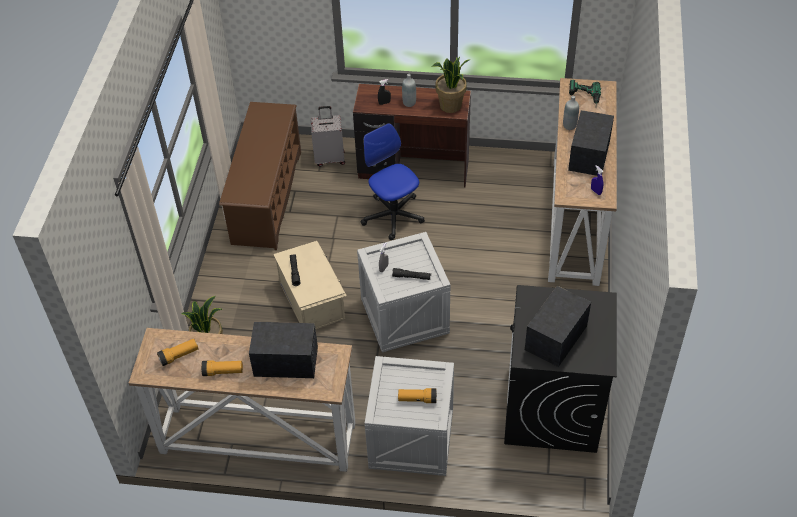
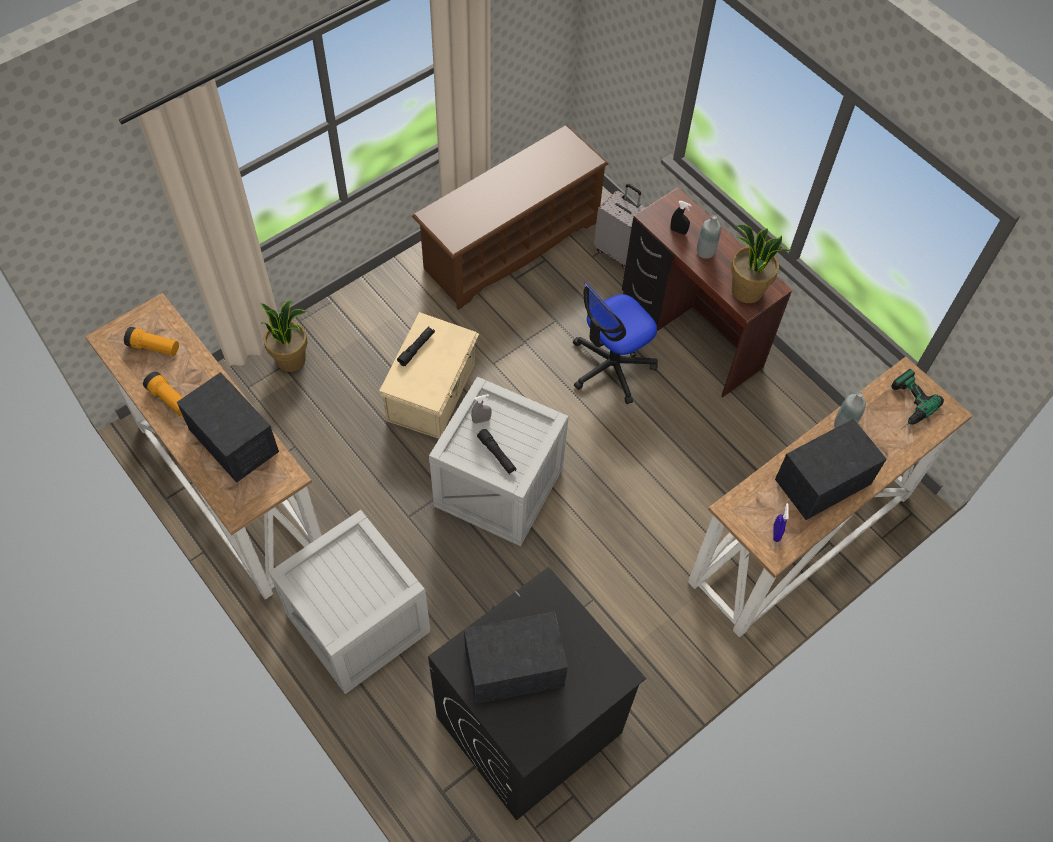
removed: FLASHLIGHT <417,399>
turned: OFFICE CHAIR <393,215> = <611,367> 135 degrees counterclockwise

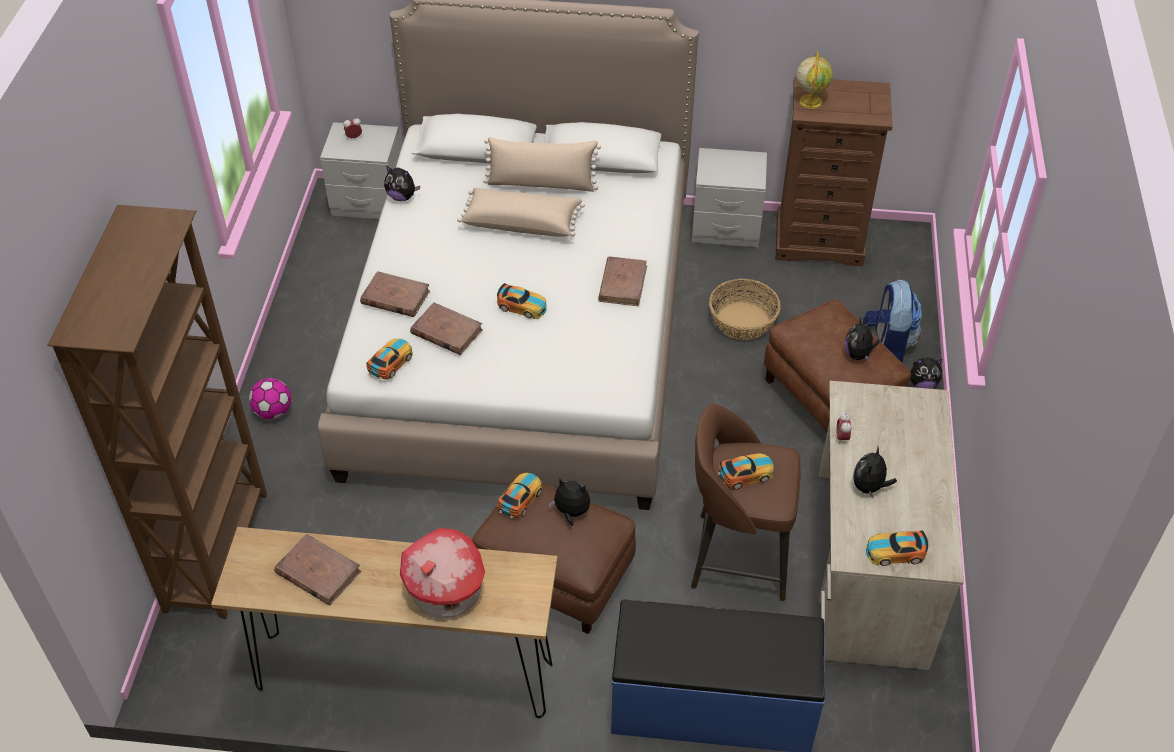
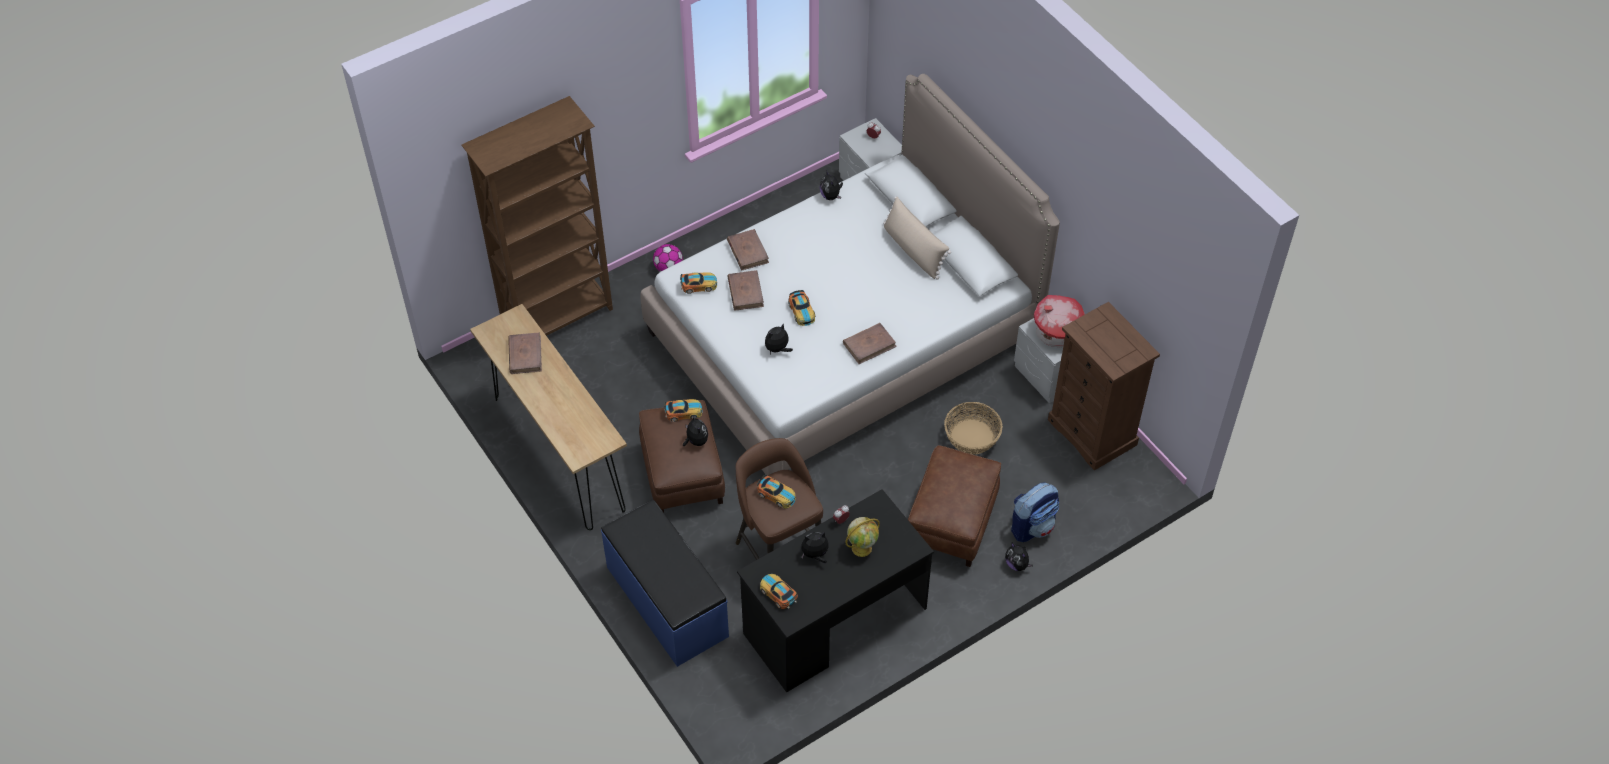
removed: BEIGE-COLOURED CUSHION <522,222>
moved: CUDDLY TOY <858,354> to <777,349>; GLOBE <810,101> to <862,547>; MODEL HOUSE <446,593> to <1056,333>
recoloured: BEIGE-COLOURED DESK UNIT <870,567> to BLACK-COLOURED DESK UNIT <834,621>

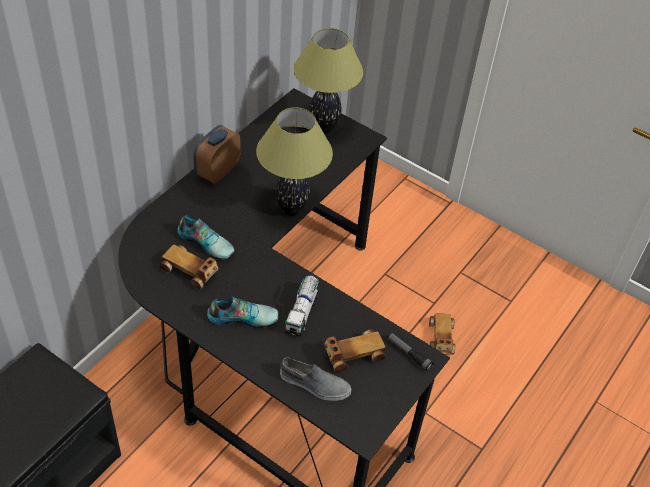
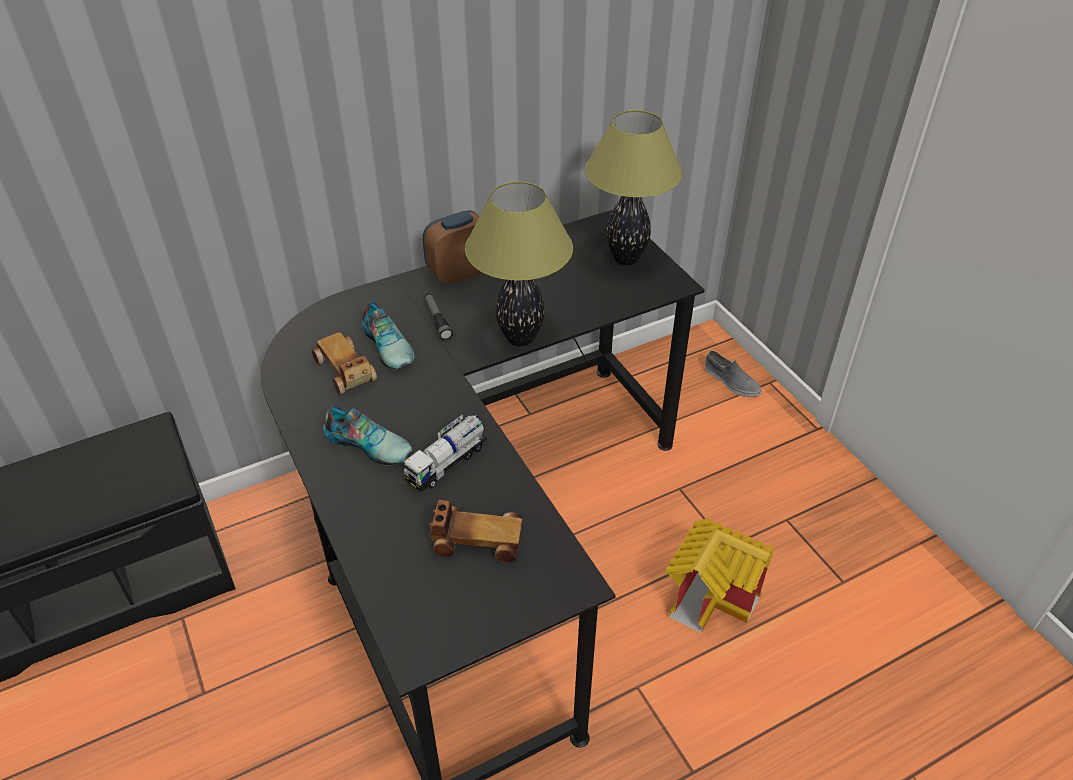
moved: FLASHLIGHT <408,353> to <437,320>; GREY ITEM OF FOOTWEAR <314,384> to <731,381>
replaced: MODEL CAR <441,338> to MODEL HOUSE <712,596>

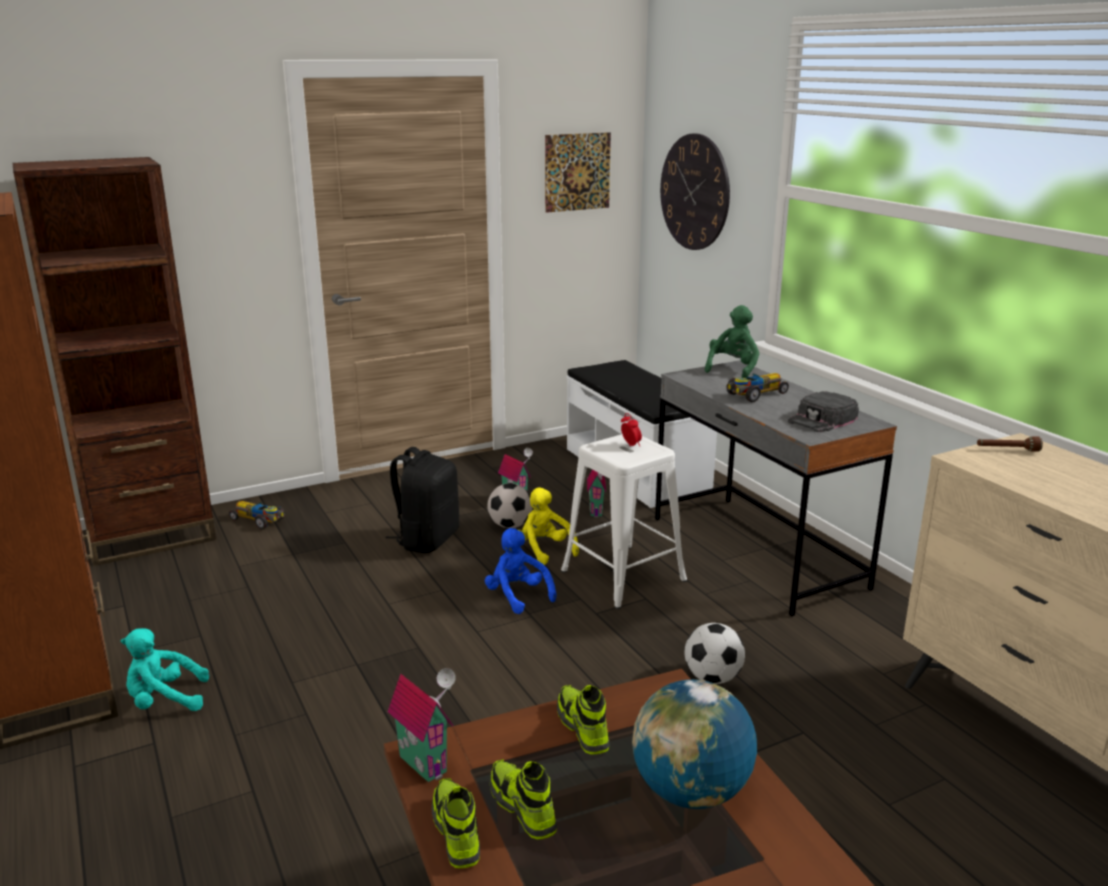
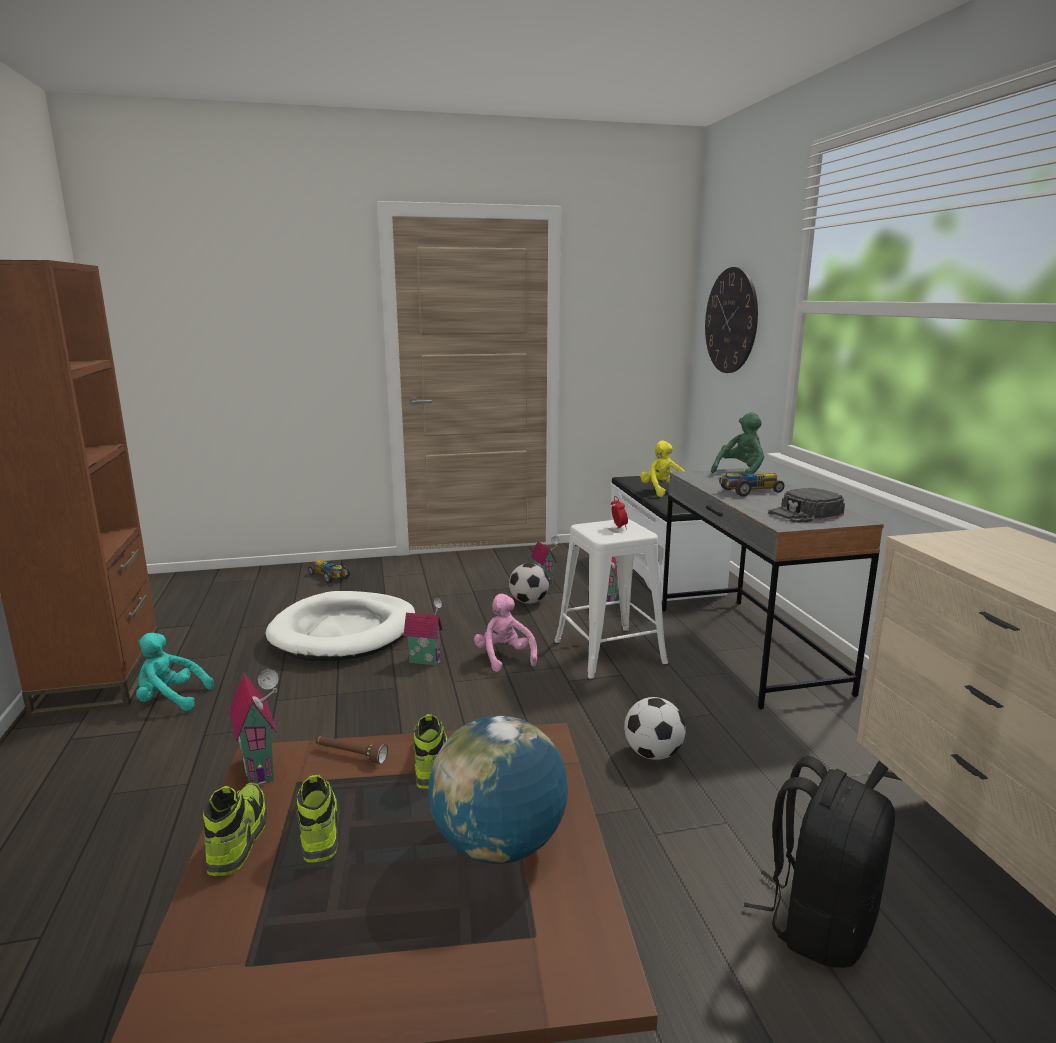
removed: BROWN BOOKSHELF <151,536>; PICTURE <577,172>
added: WHITISH PET BED <344,632>; MODEL HOUSE <425,660>
moved: BROWN FLASHLIGHT <1007,450> to <350,755>; YELLOW CUDDLY TOY <544,550> to <663,492>; BLACK-COLOURED BACKPACK <427,539> to <818,922>
recoloured: BLUISH CUDDLY TOY <517,596> to PINK CUDDLY TOY <504,657>

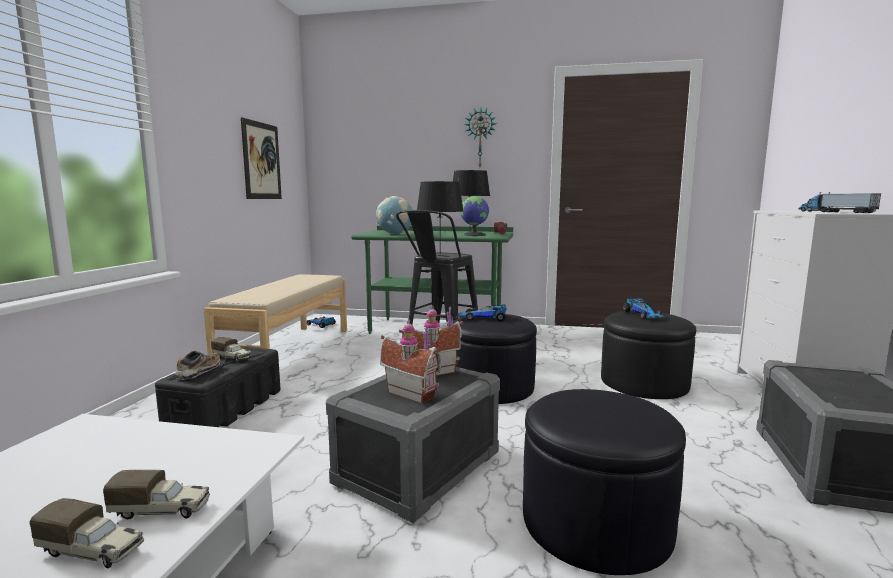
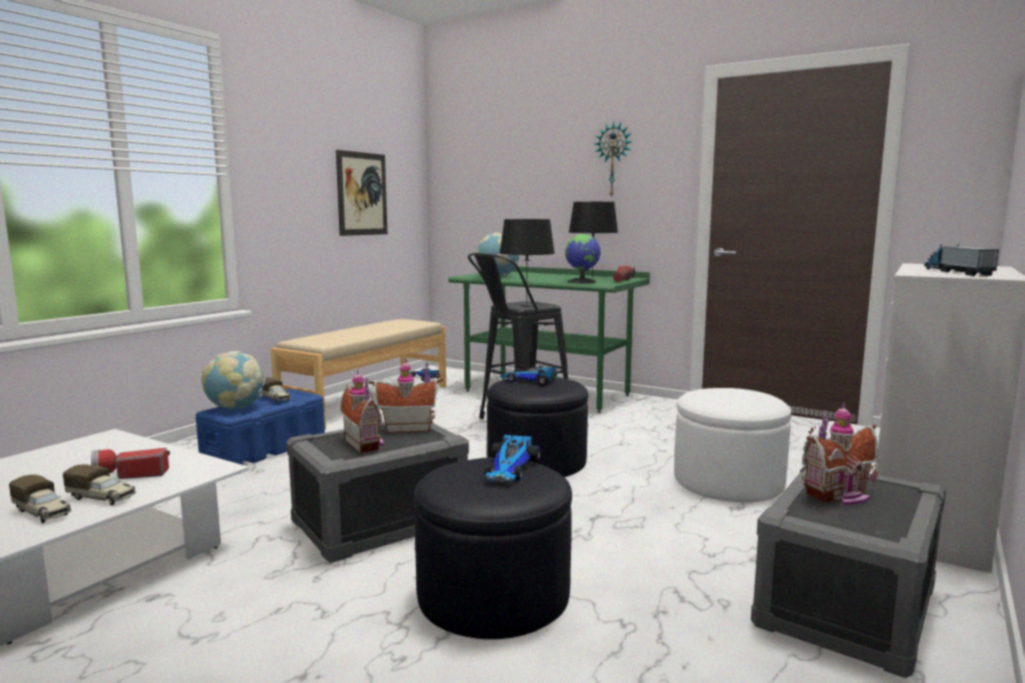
added: FLASHLIGHT <130,473>; MODEL HOUSE <841,496>
moved: MODEL CAR <644,314> to <510,469>
replaced: ITEM OF FOOTWEAR <198,372> to GLOBE <235,408>
recoloured: BLACK-COLOURED STORAGE CONTAINER <226,409> to BLUISH STORAGE CONTAINER <265,448>; BLACK-COLOURED POUFFE <644,383> to WHITISH POUFFE <728,481>

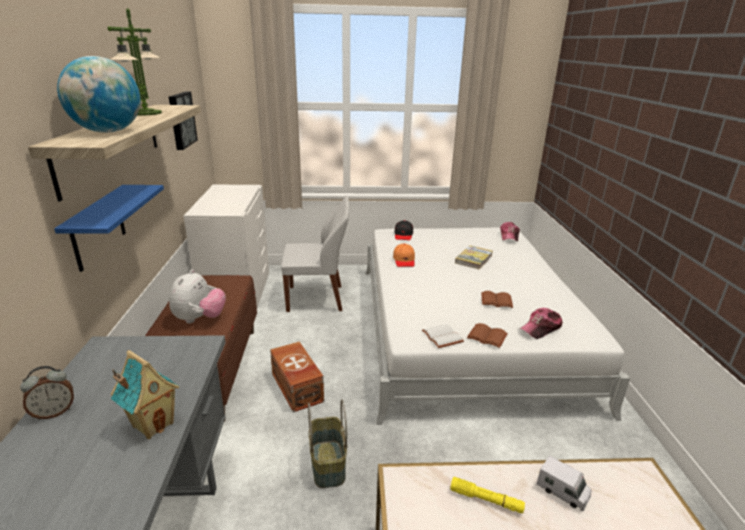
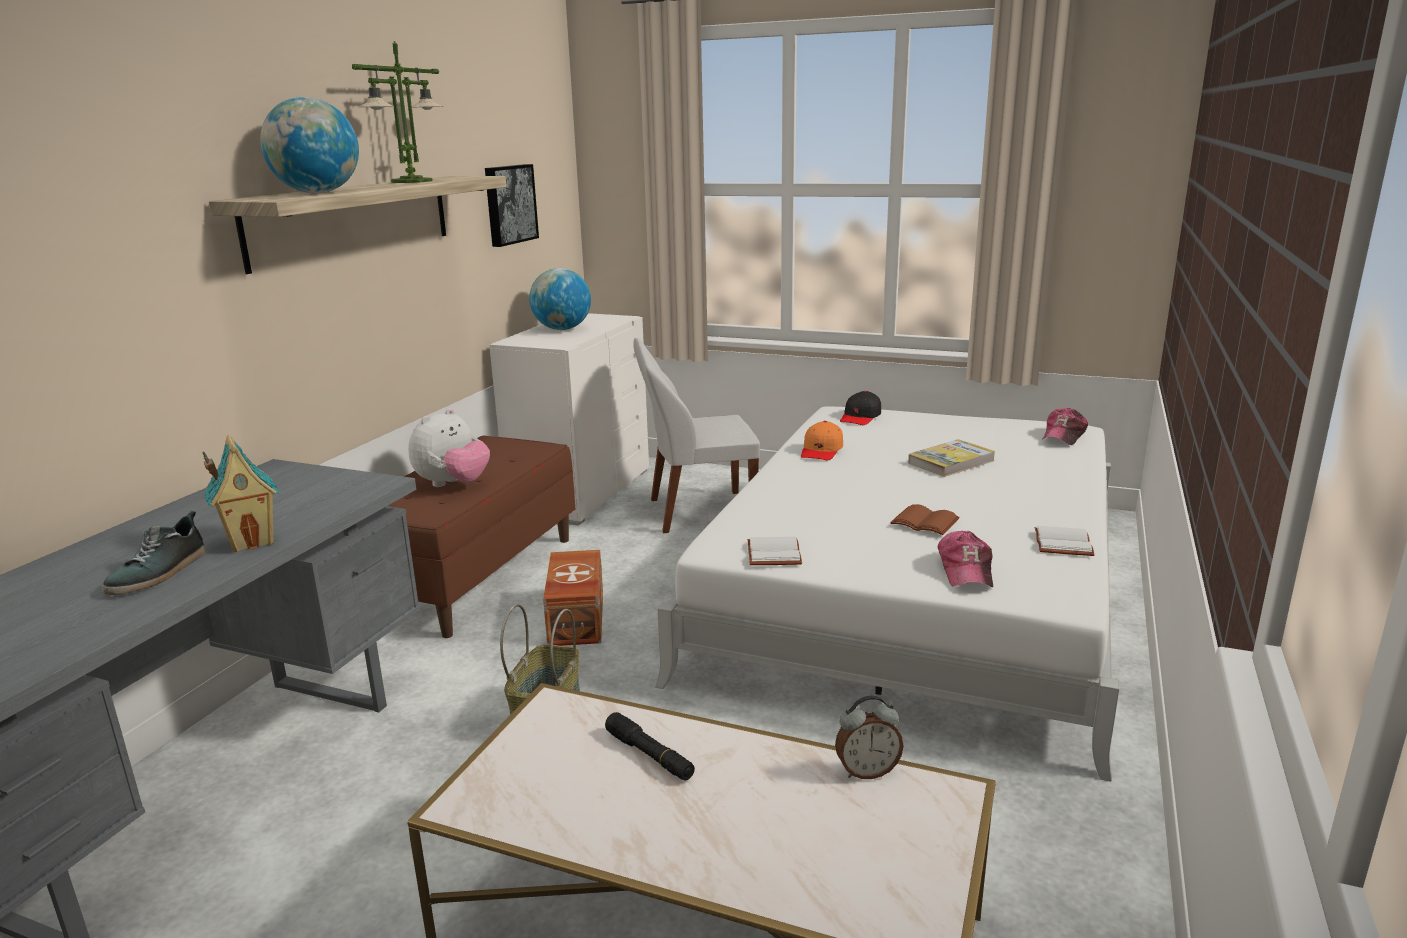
removed: BLUISH WALL SHELF <98,227>; BROWN VOLUME <486,337>; MODEL TRUCK <562,492>
added: ITEM OF FOOTWEAR <159,573>; GLOBE <562,329>; WHITISH VOLUME <1065,544>
moved: BEDSIDE CLOCK <54,412> to <867,771>
recoloured: YELLOW FLASHLIGHT <486,500> to BLACK-COLOURED FLASHLIGHT <649,755>
turned: WHITISH UPRIGHT CHAIR <317,299> = <698,512> 150 degrees clockwise; PEAKED CAP <541,328> = <966,570> 75 degrees counterclockwise

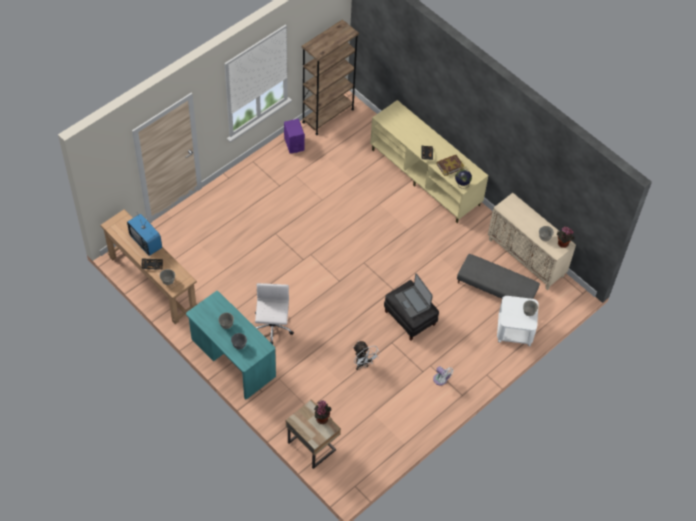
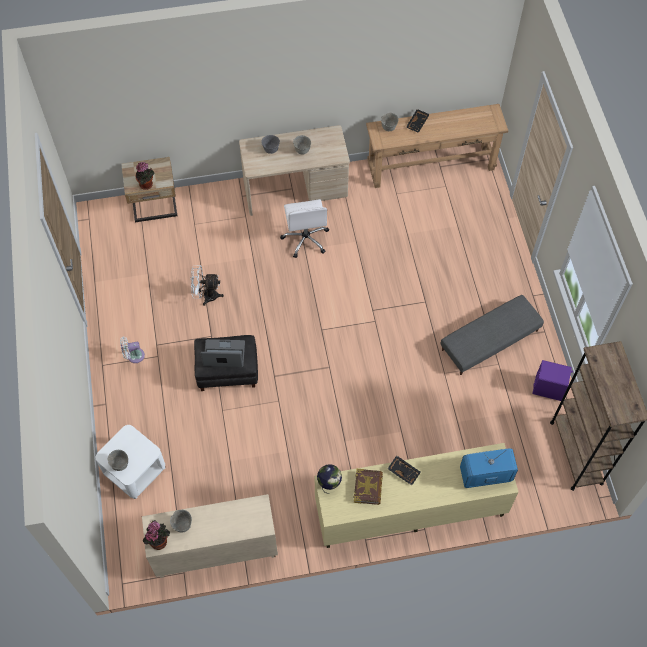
moved: GREY POUFFE <496,287> to <490,340>; TV SET <146,242> to <485,475>
recoloured: BLUE-GREEN DESK UNIT <232,359> to BEIGE-COLOURED DESK UNIT <295,190>
turned: WHITISH OFFICE CHAIR <272,328> = <306,239> 45 degrees clockwise

